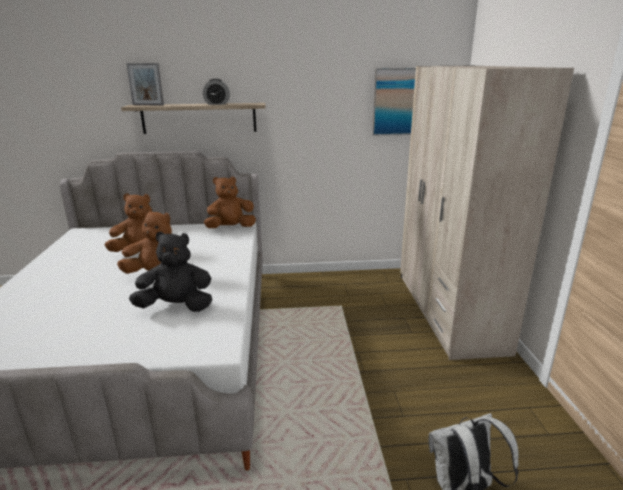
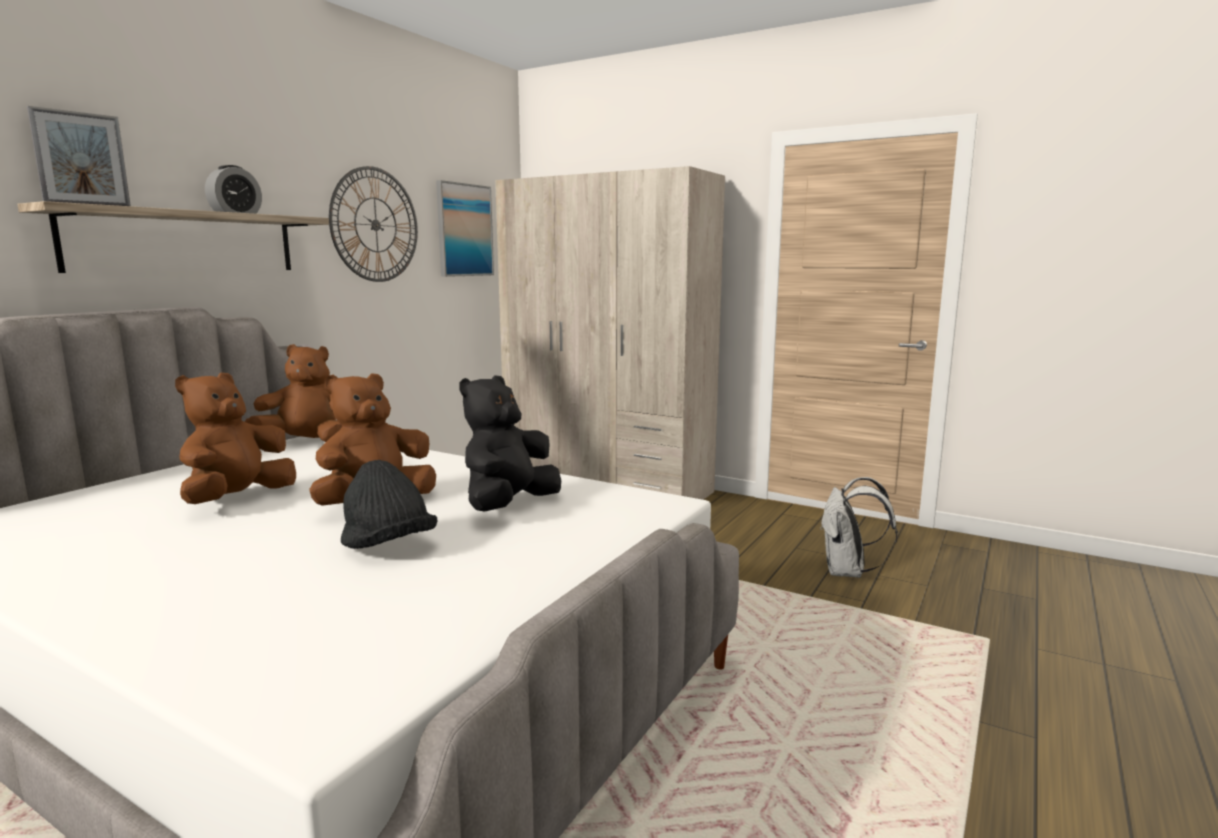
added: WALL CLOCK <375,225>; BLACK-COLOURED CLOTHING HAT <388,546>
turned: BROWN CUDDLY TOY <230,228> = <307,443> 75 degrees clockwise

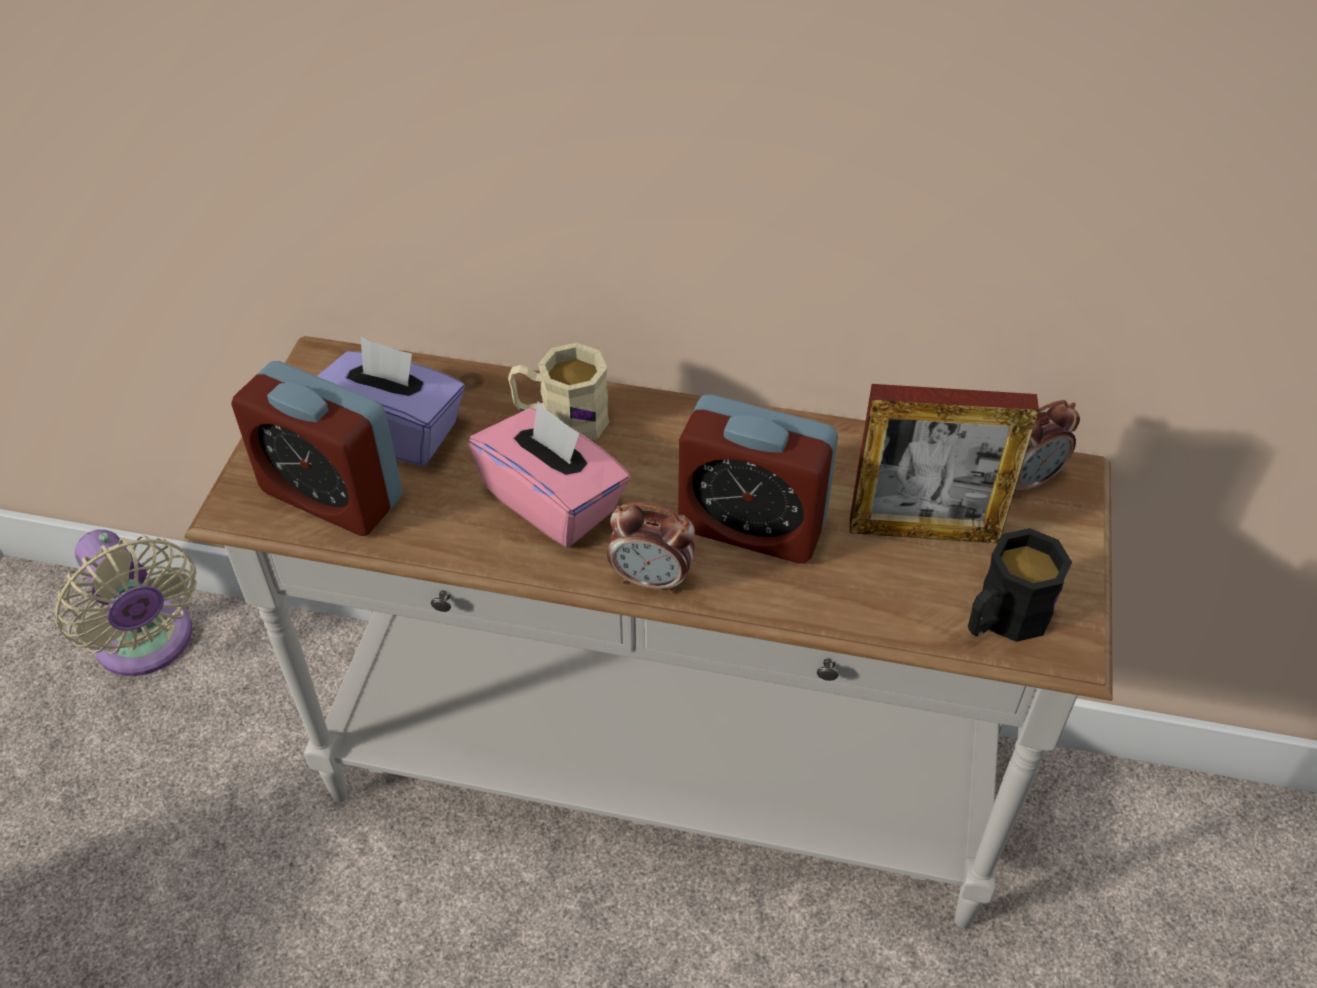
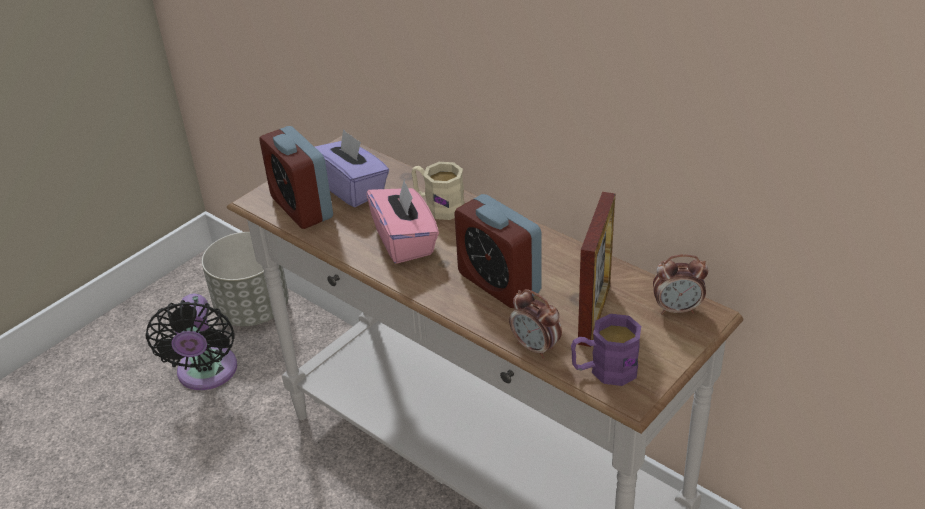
added: BLACK-COLOURED COOLING FAN <206,374>
moved: BEDSIDE CLOCK <651,579> to <535,347>
replaced: BEIGE-COLOURED COOLING FAN <148,644> to GREY PLANT POT <253,309>
recoloured: BLACK-COLOURED MUG <1002,619> to PURPLISH MUG <604,370>
turned: PHOTO FRAME <923,530> = <594,314> 105 degrees counterclockwise

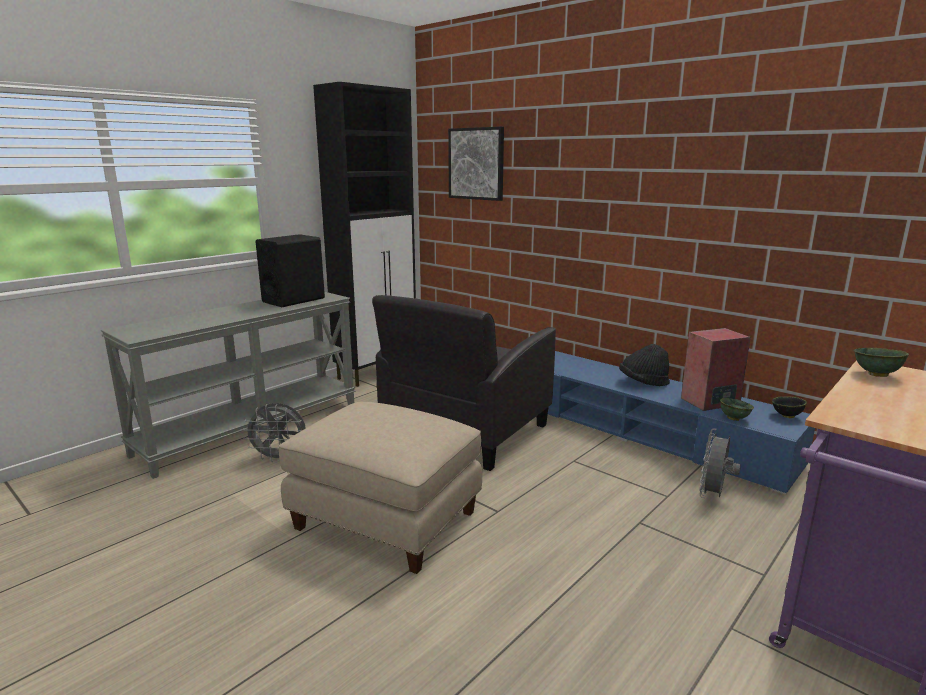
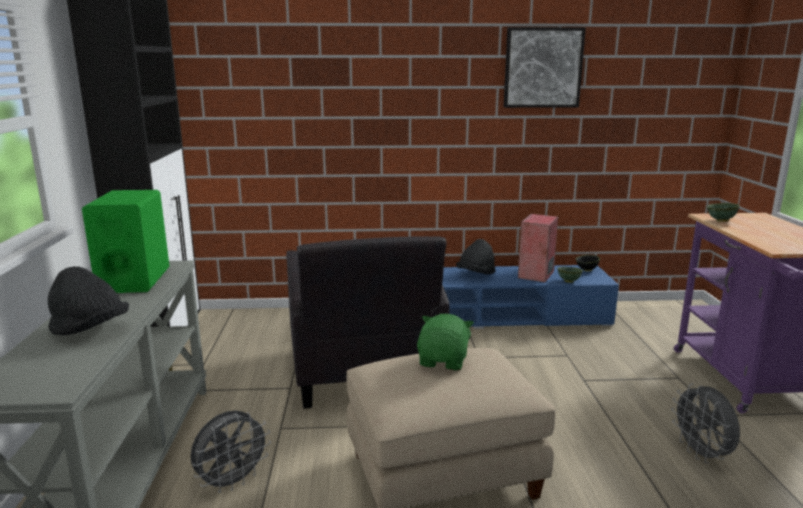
added: BLACK-COLOURED CLOTHING HAT <90,330>; GREEN-COLOURED CUDDLY TOY <444,361>
moved: PICTURE <476,164> to <543,68>; GREY COOLING FAN <713,495> to <701,454>
recoloured: BLACK-COLOURED LOUDSPEAKER <294,300> to GREEN-COLOURED LOUDSPEAKER <134,280>

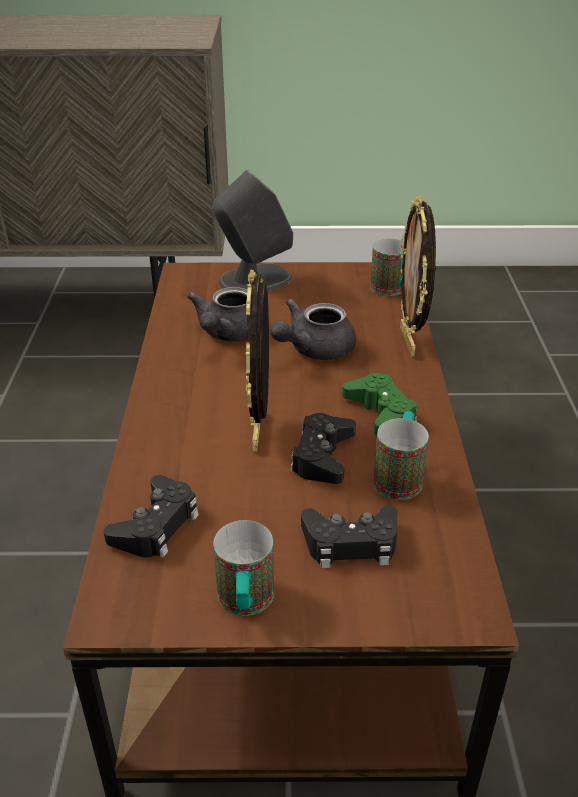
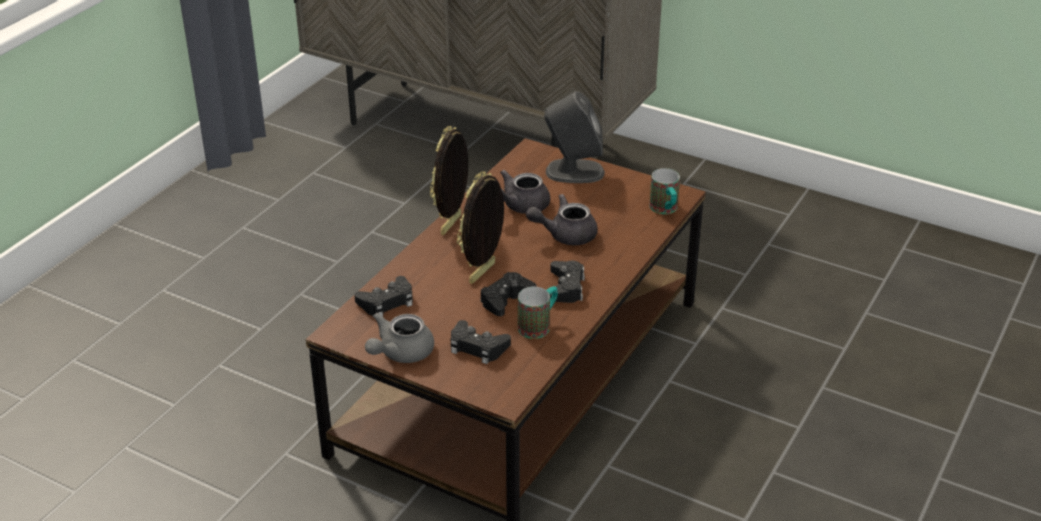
moved: PHOTO FRAME <409,342> to <452,225>
replaced: MUG <245,604> to GREY TEAPOT <400,353>
recoloured: GREEN-COLOURED GAME CONTROLLER <380,412> to BLACK-COLOURED GAME CONTROLLER <566,287>

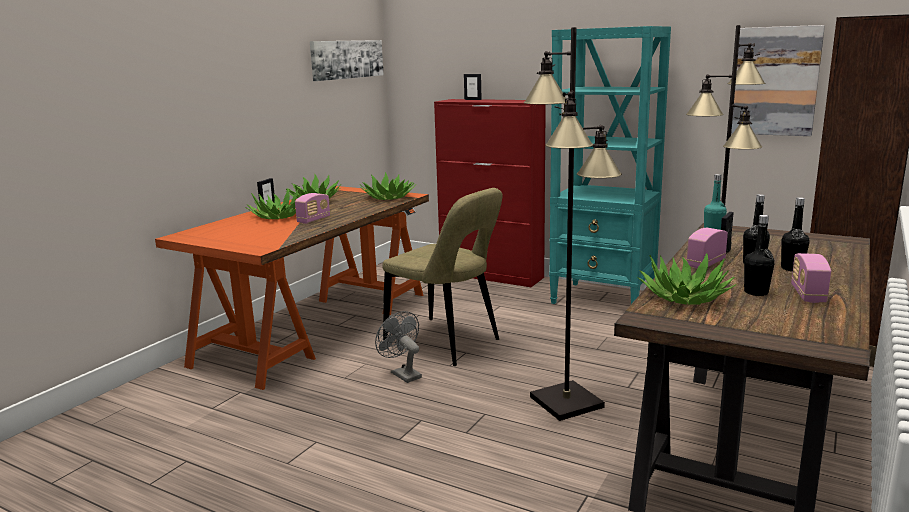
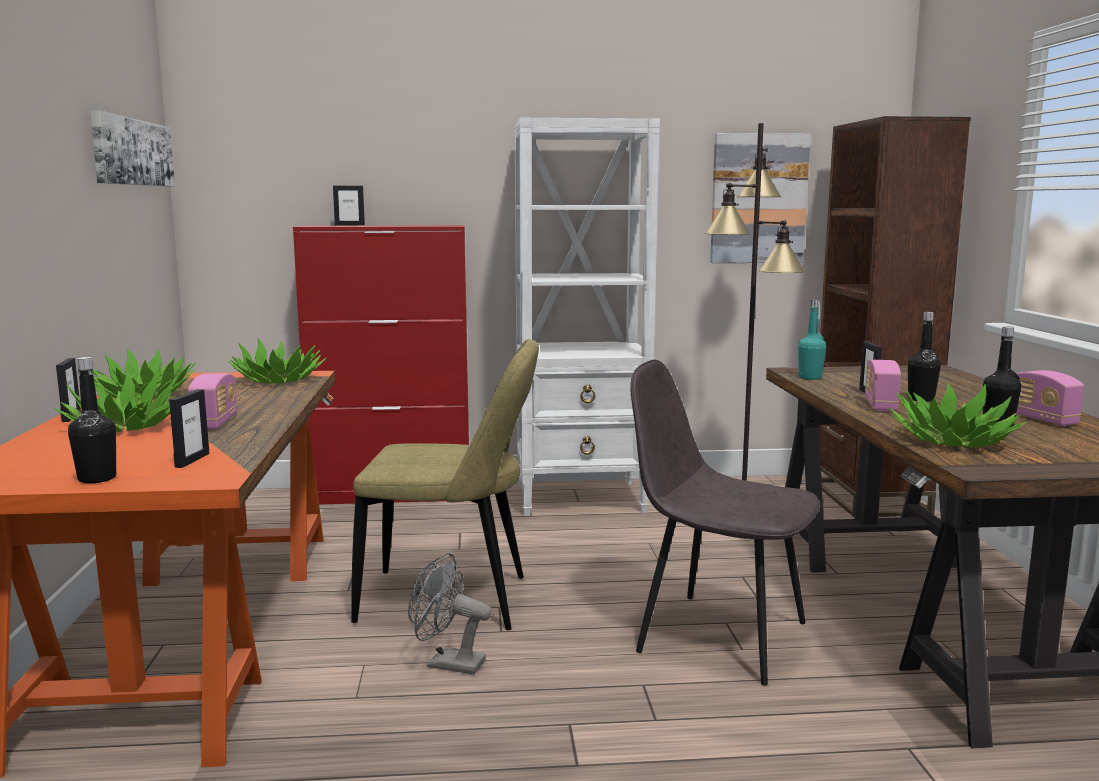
added: PHOTO FRAME <192,460>
moved: BLACK-COLOURED BOTTLE <792,268> to <97,478>
replaced: BLACK-COLOURED STANDARD LAMP <566,401> to GREY UPRIGHT CHAIR <717,635>
recoloured: BLUE-GREEN BOOKSHELF <603,299> to WHITISH BOOKSHELF <582,498>

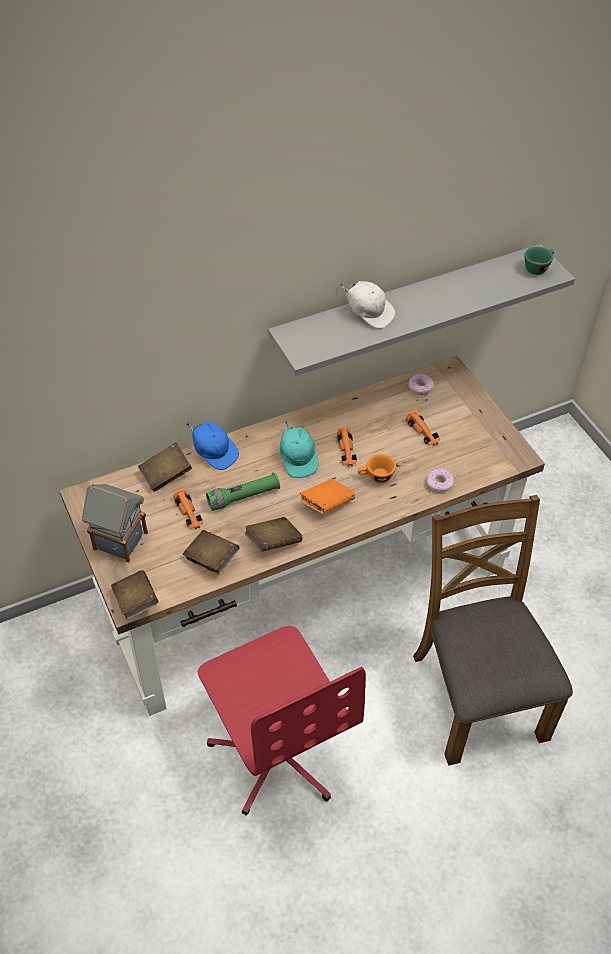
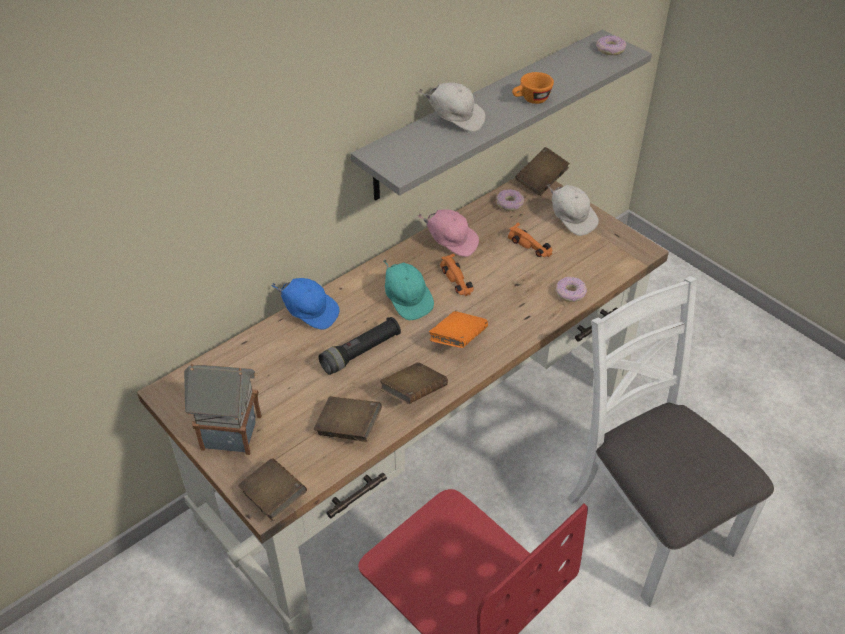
removed: ORANGE MODEL CAR <188,512>
added: PINK PEAKED CAP <451,242>; WHITISH PEAKED CAP <572,219>
moved: ORANGE DRINKING CUP <375,477> to <531,100>; BROWN VOLUME <166,475> to <541,181>
replaced: GREEN-COLOURED DRINKING CUP <538,267> to DOUGHNUT <610,50>
recoloured: GREEN-COLOURED FLASHLIGHT <243,497> to BLACK-COLOURED FLASHLIGHT <361,352>; BROWN UPRIGHT CHAIR <476,695> to WHITISH UPRIGHT CHAIR <649,523>

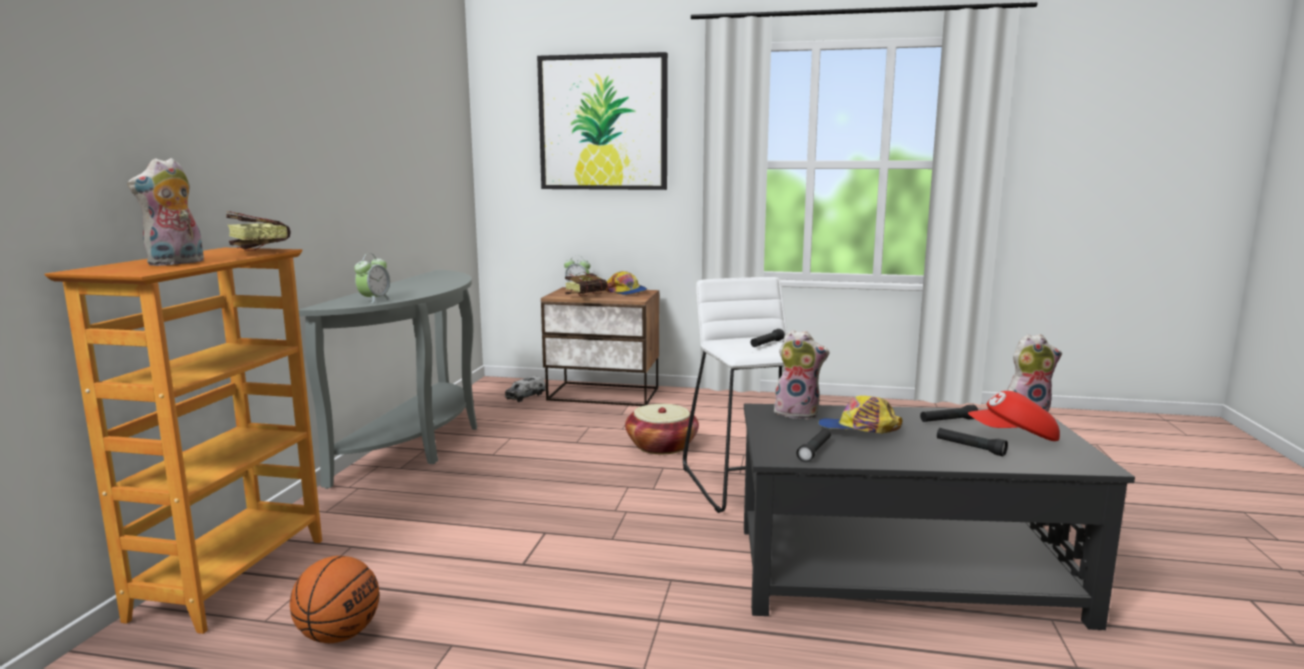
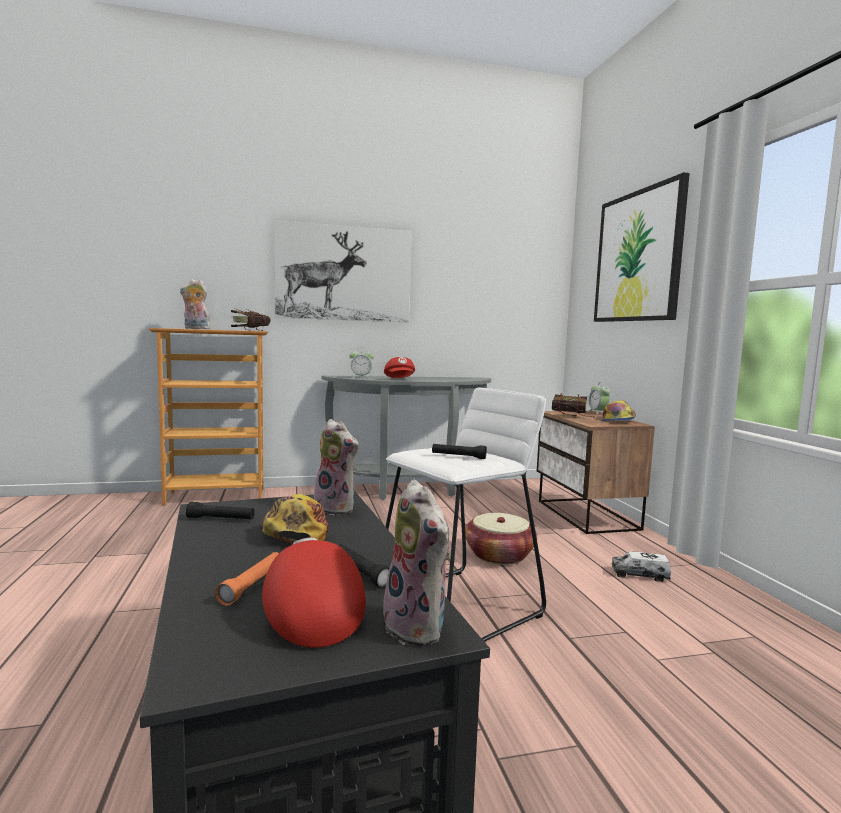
removed: BASKETBALL BALL <338,635>
added: PICTURE <344,273>; RED-COLOURED PEAKED CAP <400,379>
moved: MODEL TRUCK <525,396> to <639,575>
recoloured: BLACK-COLOURED FLASHLIGHT <970,448> to ORANGE FLASHLIGHT <252,585>
turned: CUDDLY TOY <797,413> = <337,508> 45 degrees counterclockwise

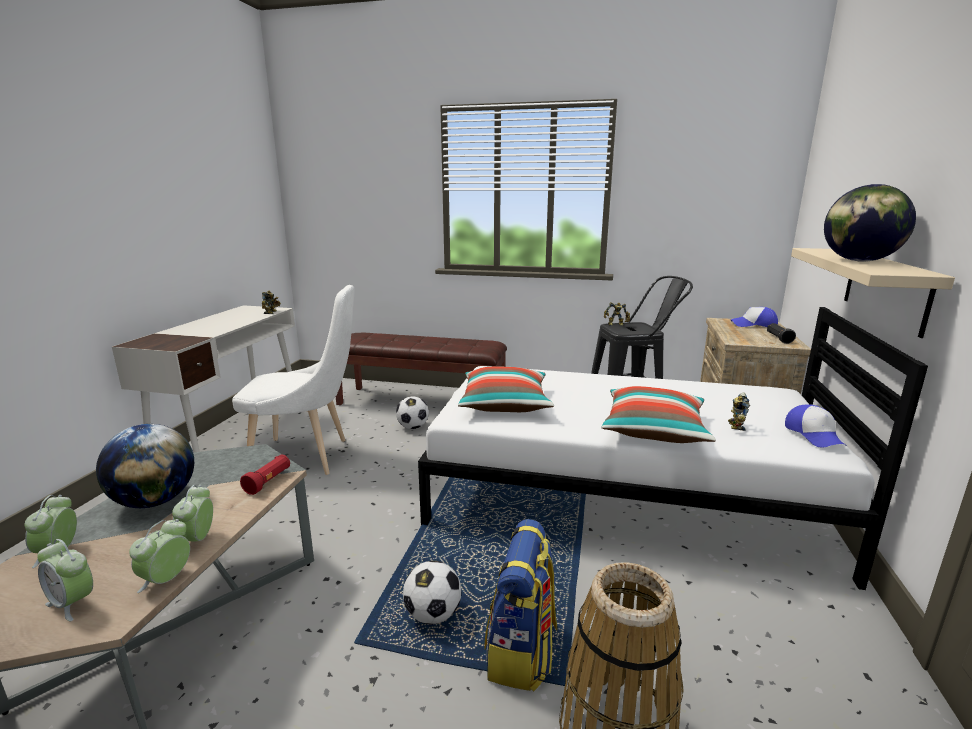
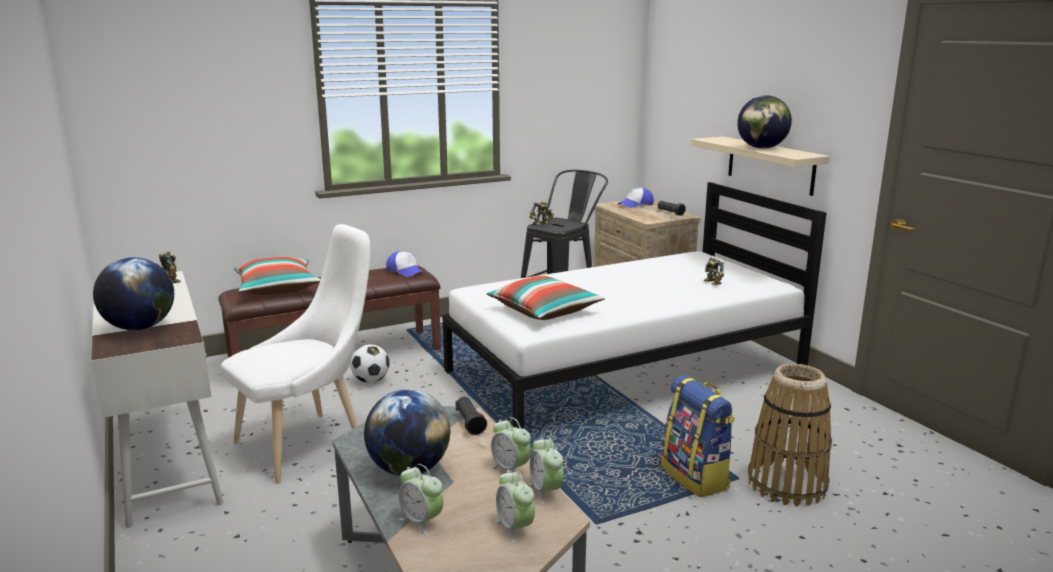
removed: FOOTBALL BALL <433,615>
added: GLOBE <140,327>
moved: CUSHION <654,430> to <277,288>; PEAKED CAP <814,435> to <405,271>
recoloured: RED-COLOURED FLASHLIGHT <268,481> to BLACK-COLOURED FLASHLIGHT <470,423>
turned: BEDSIDE CLOCK <73,603> = <515,528> 75 degrees clockwise

